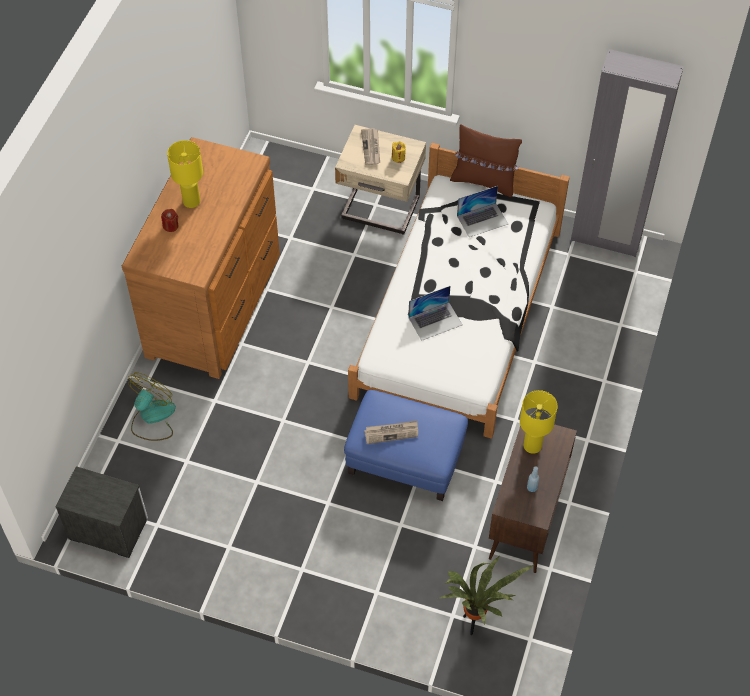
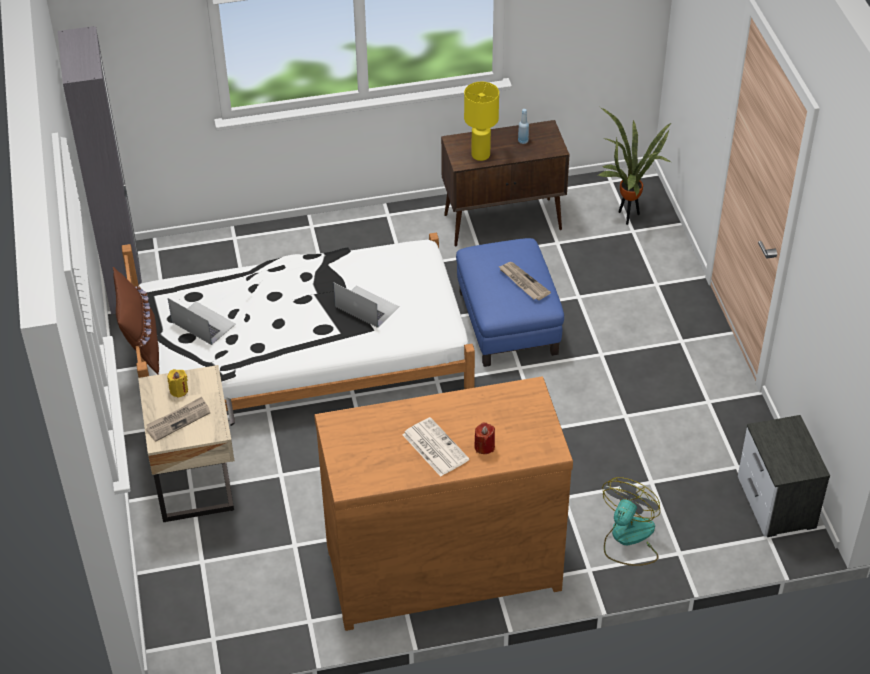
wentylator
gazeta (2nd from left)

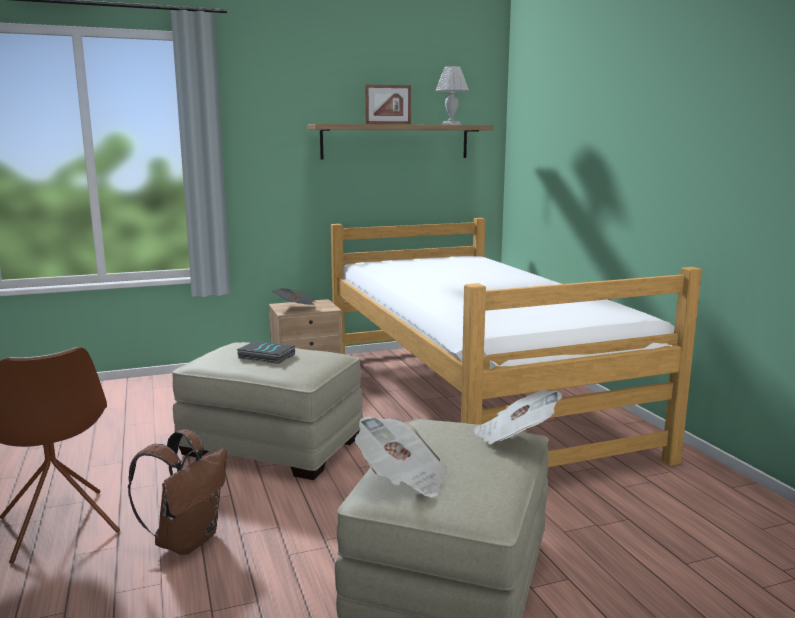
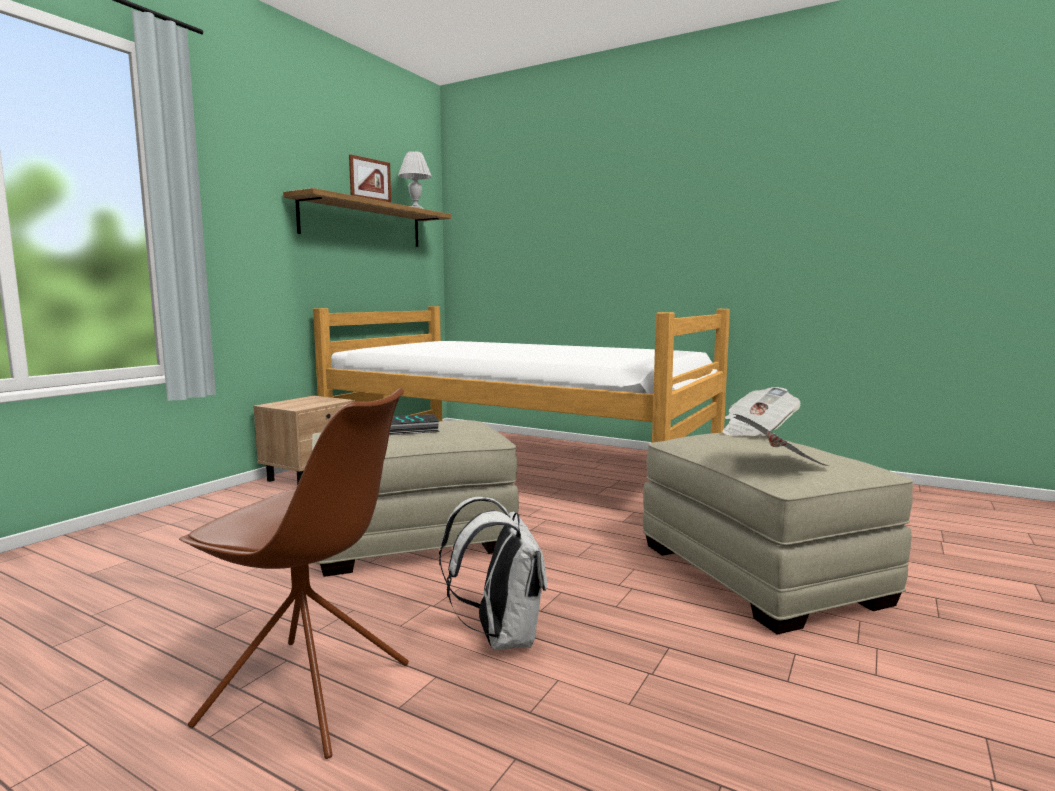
plecak (biały)
gazeta (1st from left in the first image)

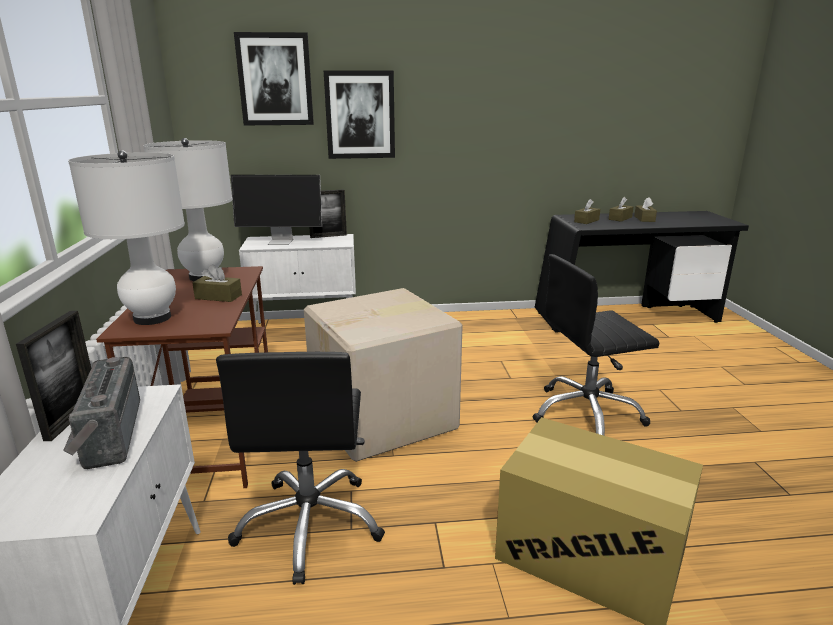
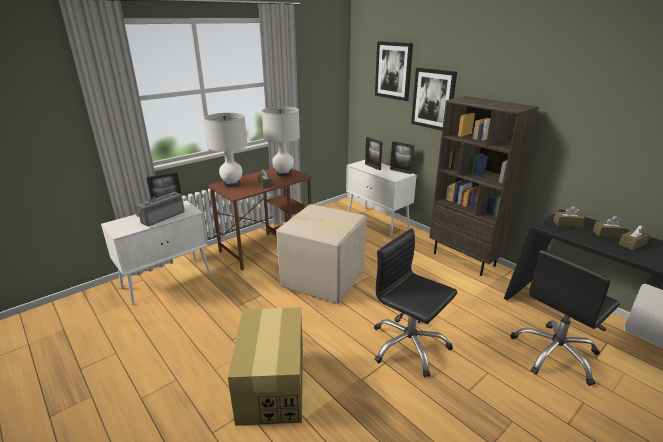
krzesło biurowe (czarny) (2nd from left)
ramka na zdjęcie (2nd from left)
regał (brązowy)

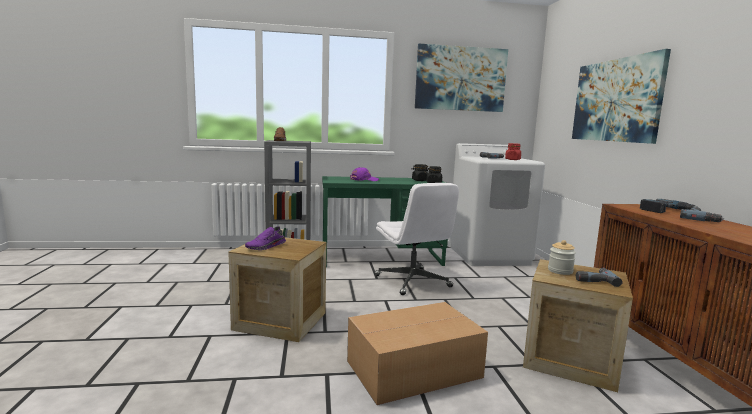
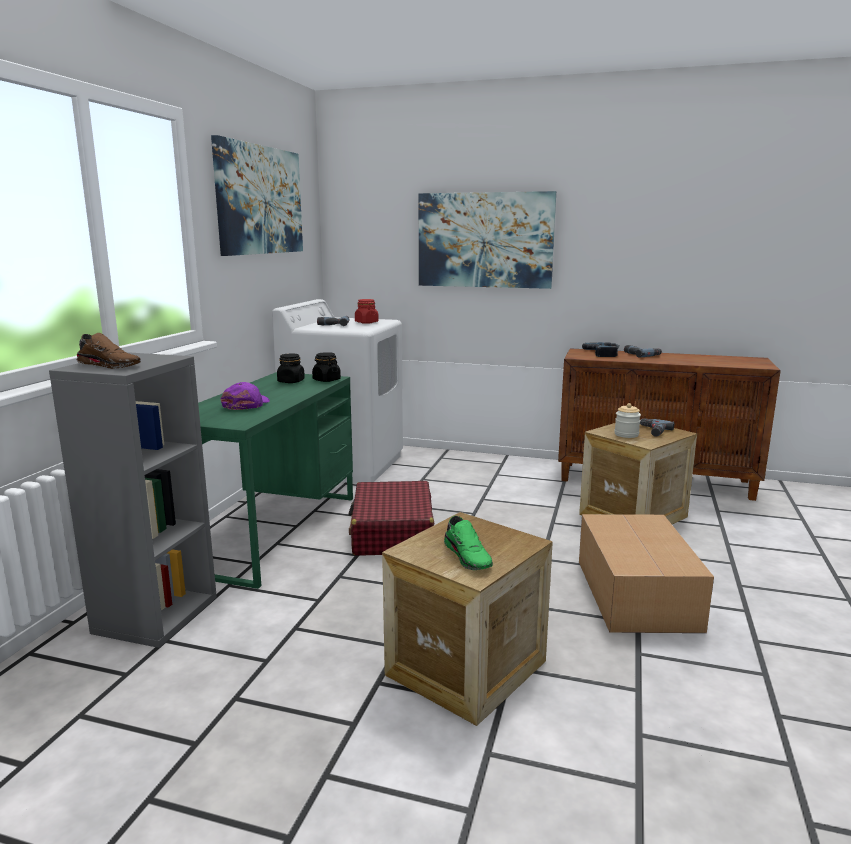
but (zielony)
walizka (czerwony)

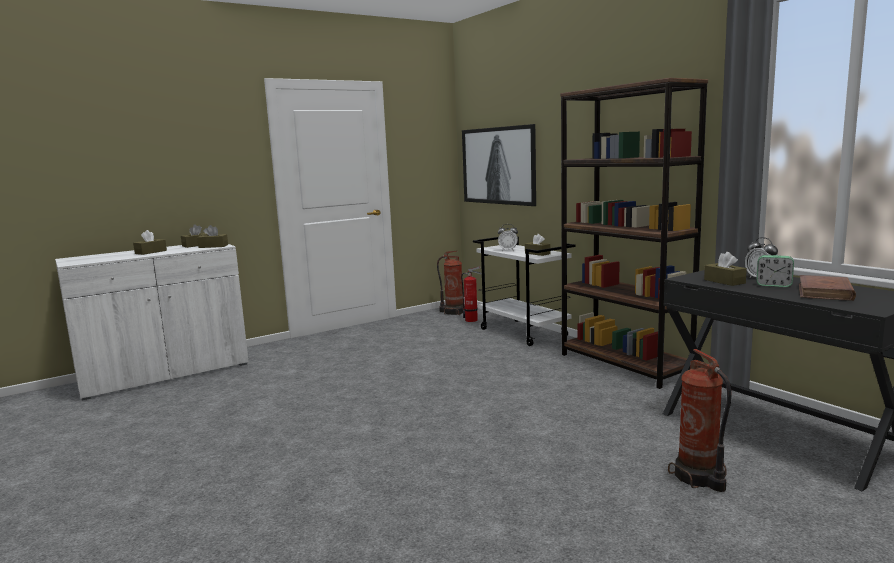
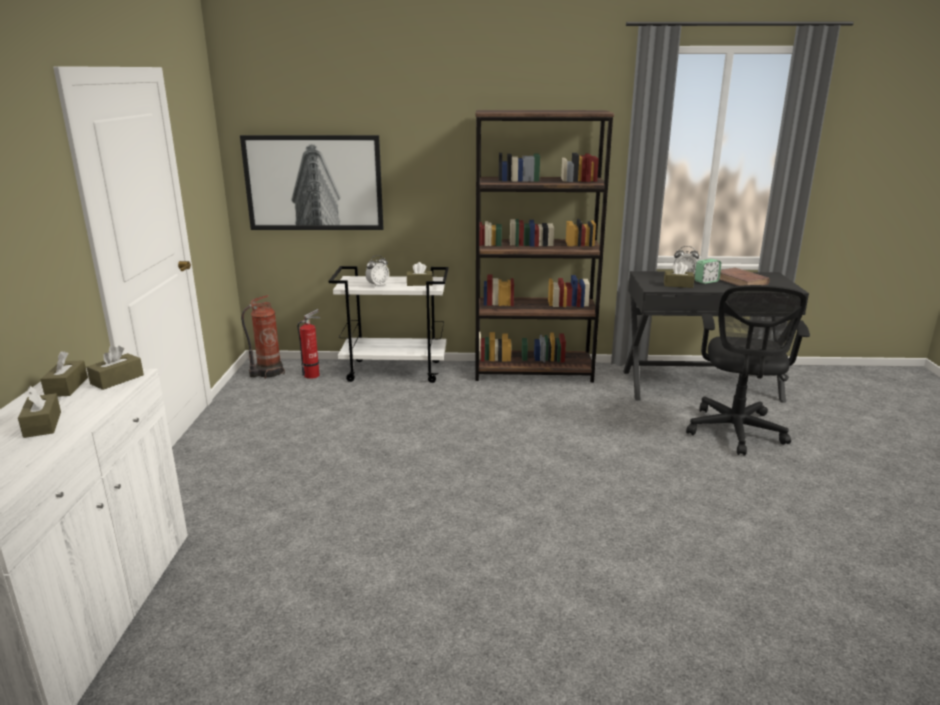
krzesło biurowe (czarny)

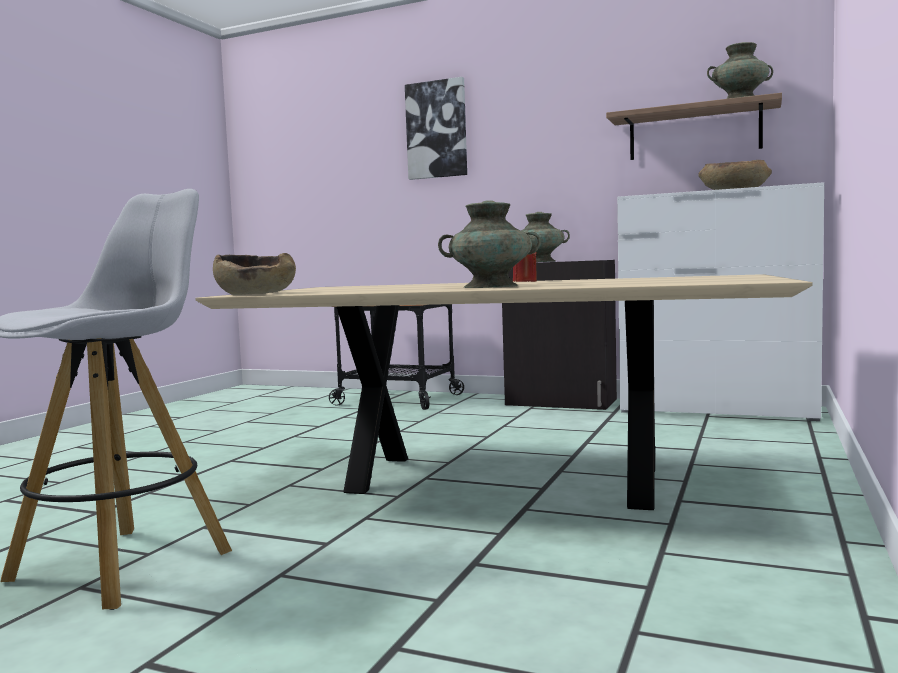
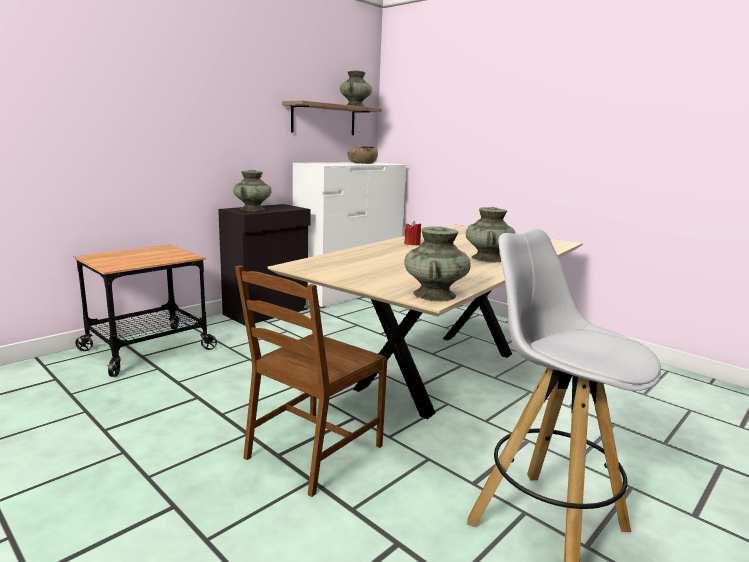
wazon (turkusowy) (3rd from left)
obraz
krzesło (brązowy)

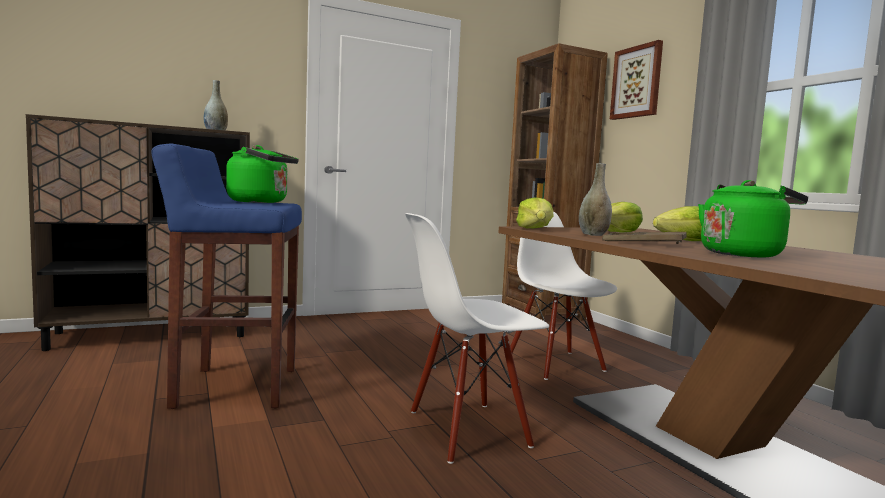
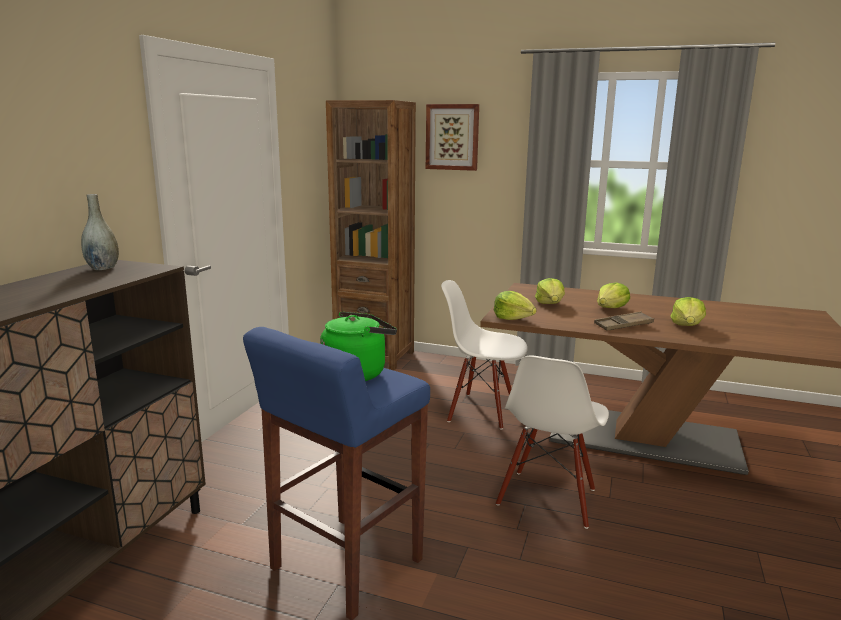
wazon (szary) (2nd from left in the first image)
sałata (4th from left)

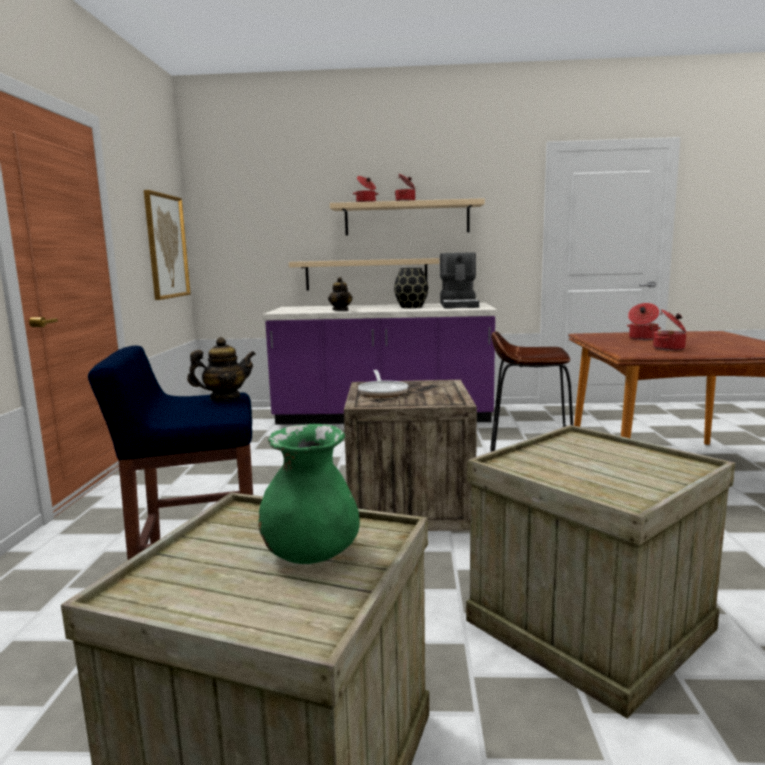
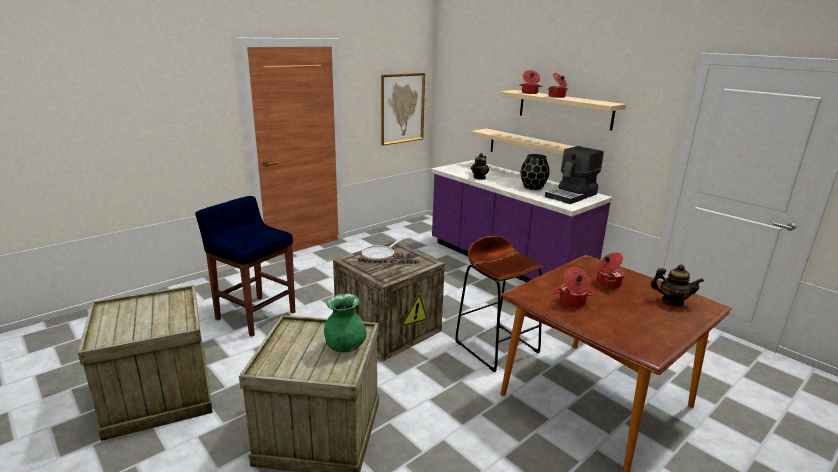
imbryk (2nd from left)
wazon (zielony)

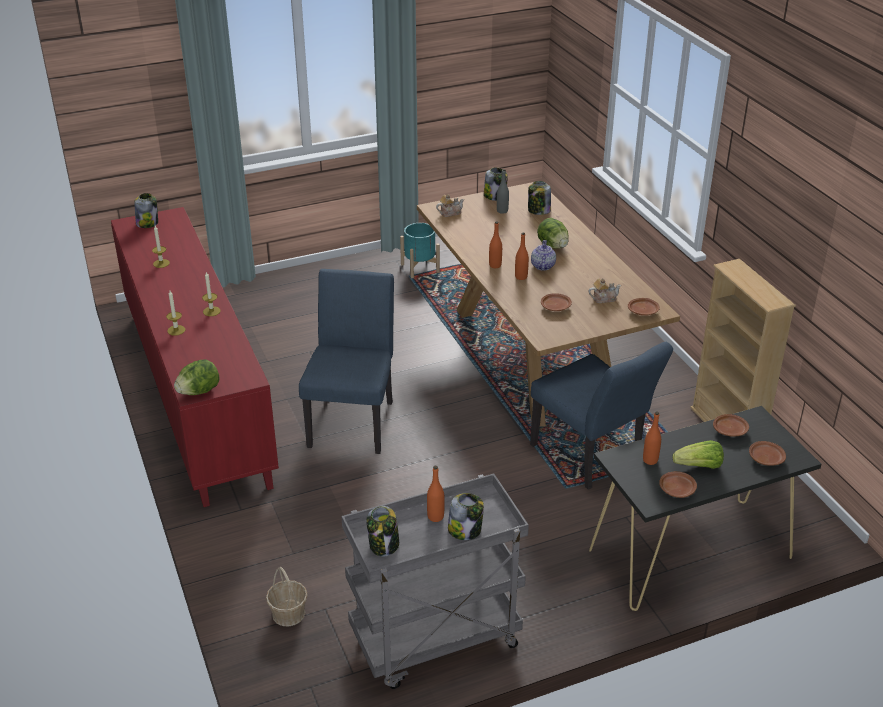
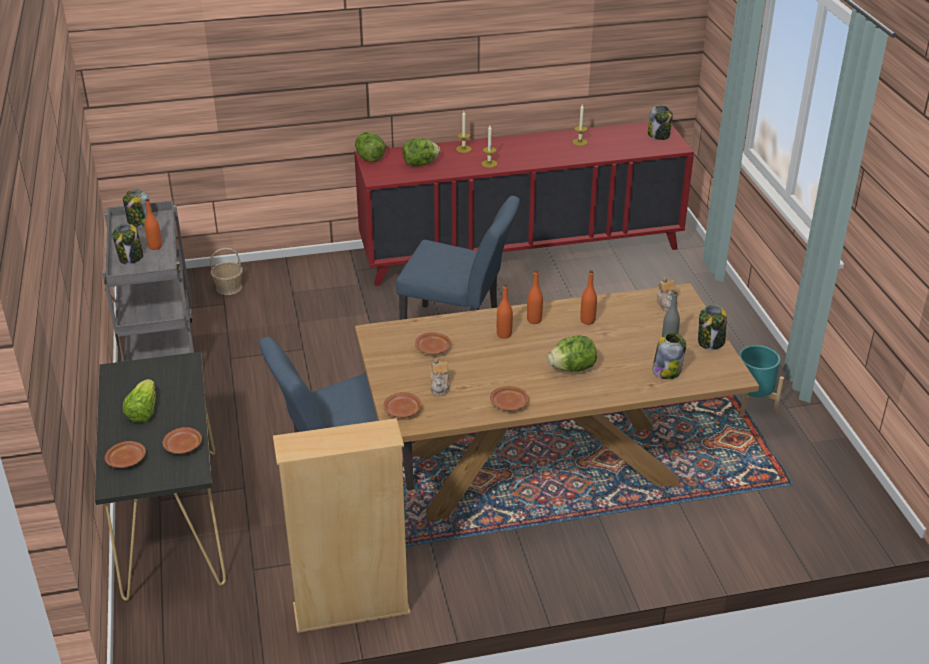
imbryk (2nd from left in the first image)
butelka (pomarańczowy) (4th from left)
talerz (brązowy) (5th from left)
sałata (3rd from left)

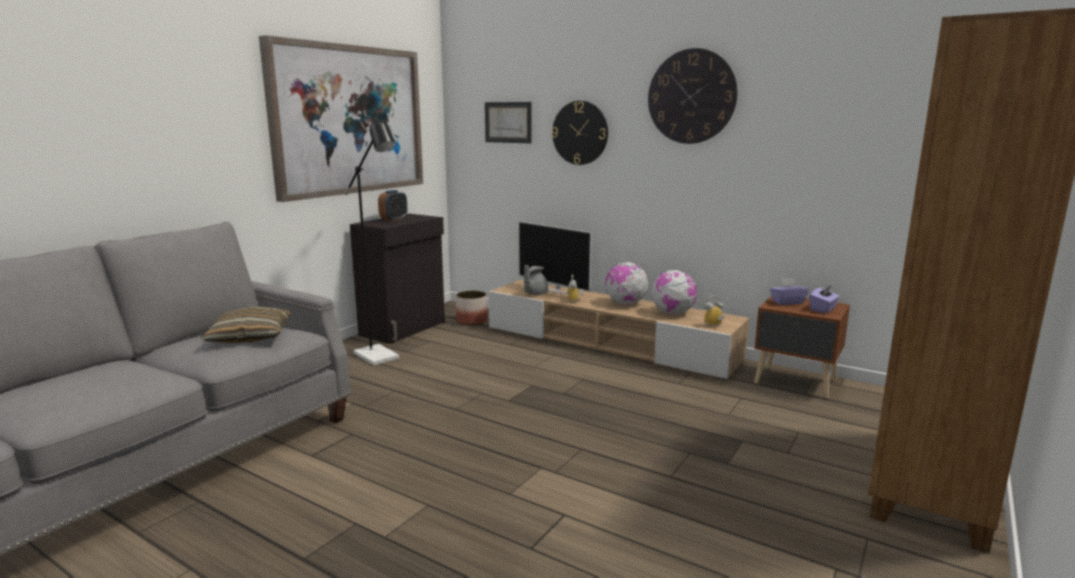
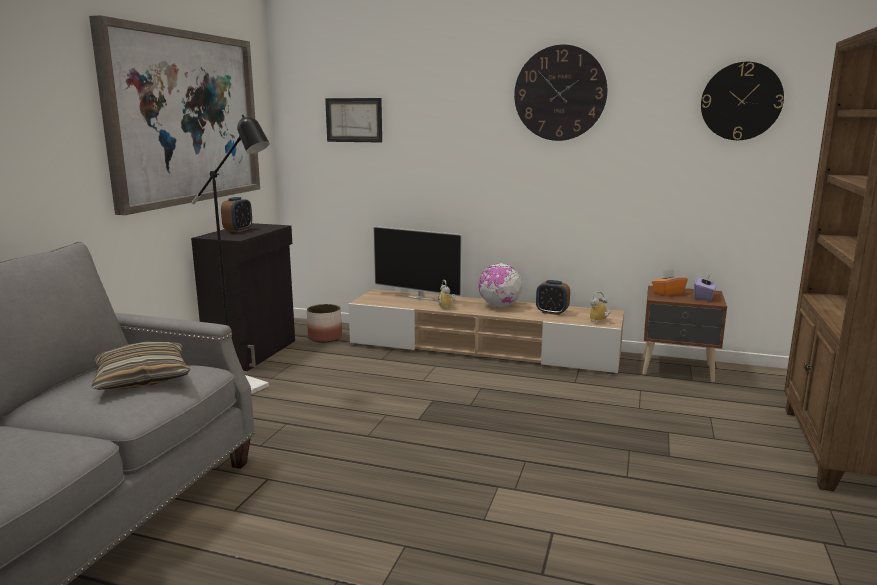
imbryk (szary)
zegar ścienny (2nd from left)
budzik (3rd from left)
pudełko chusteczek (pomarańczowy)

